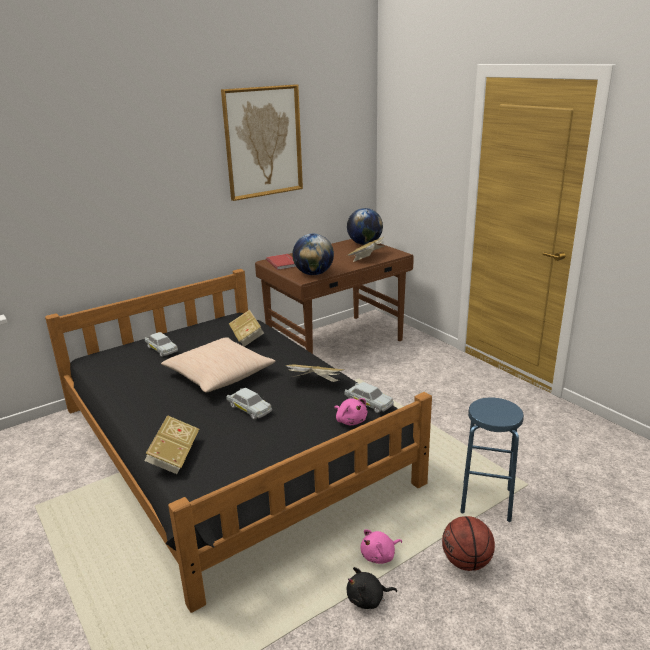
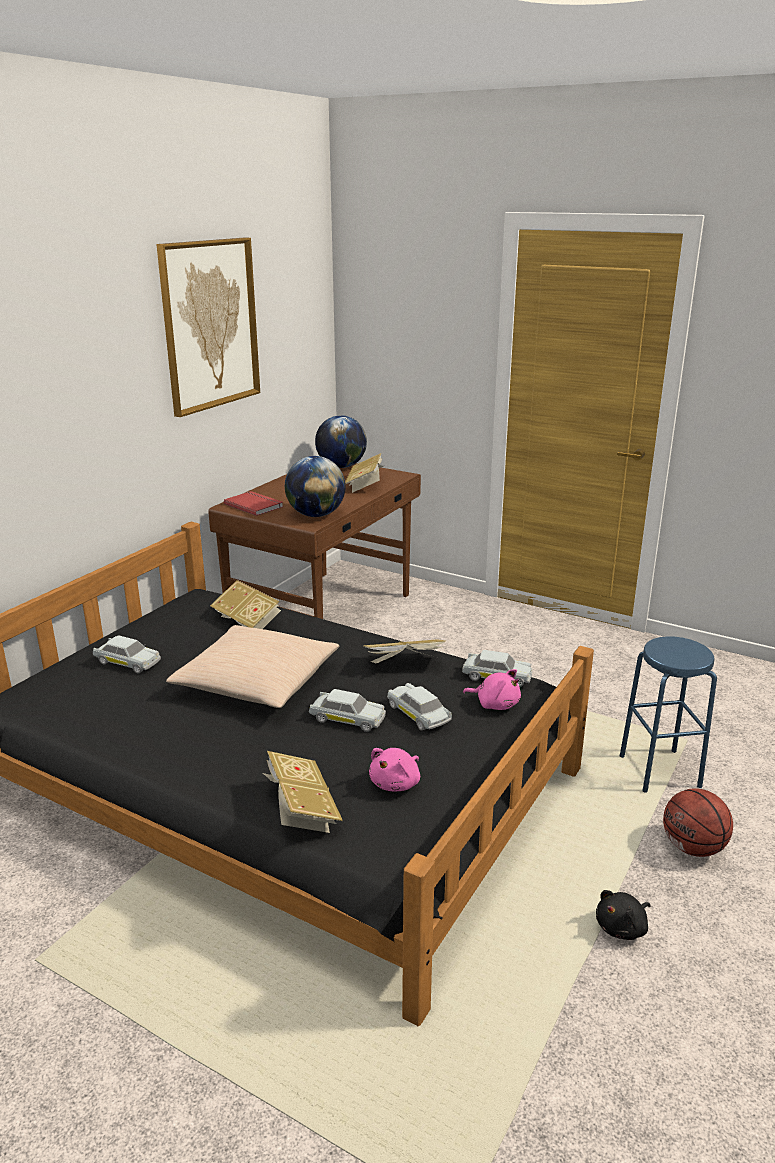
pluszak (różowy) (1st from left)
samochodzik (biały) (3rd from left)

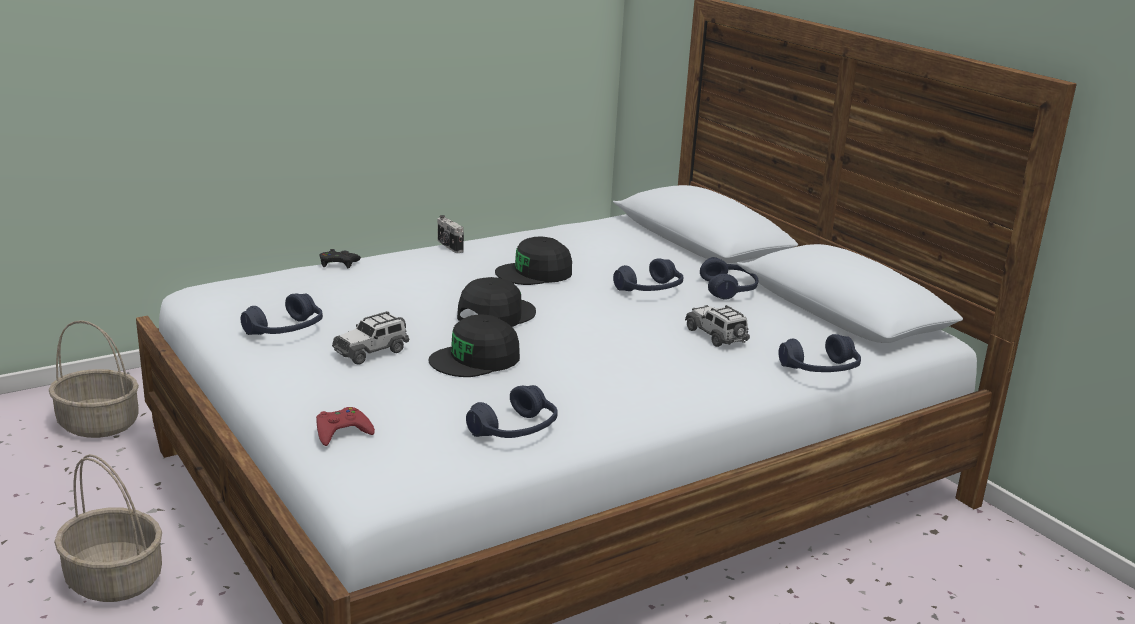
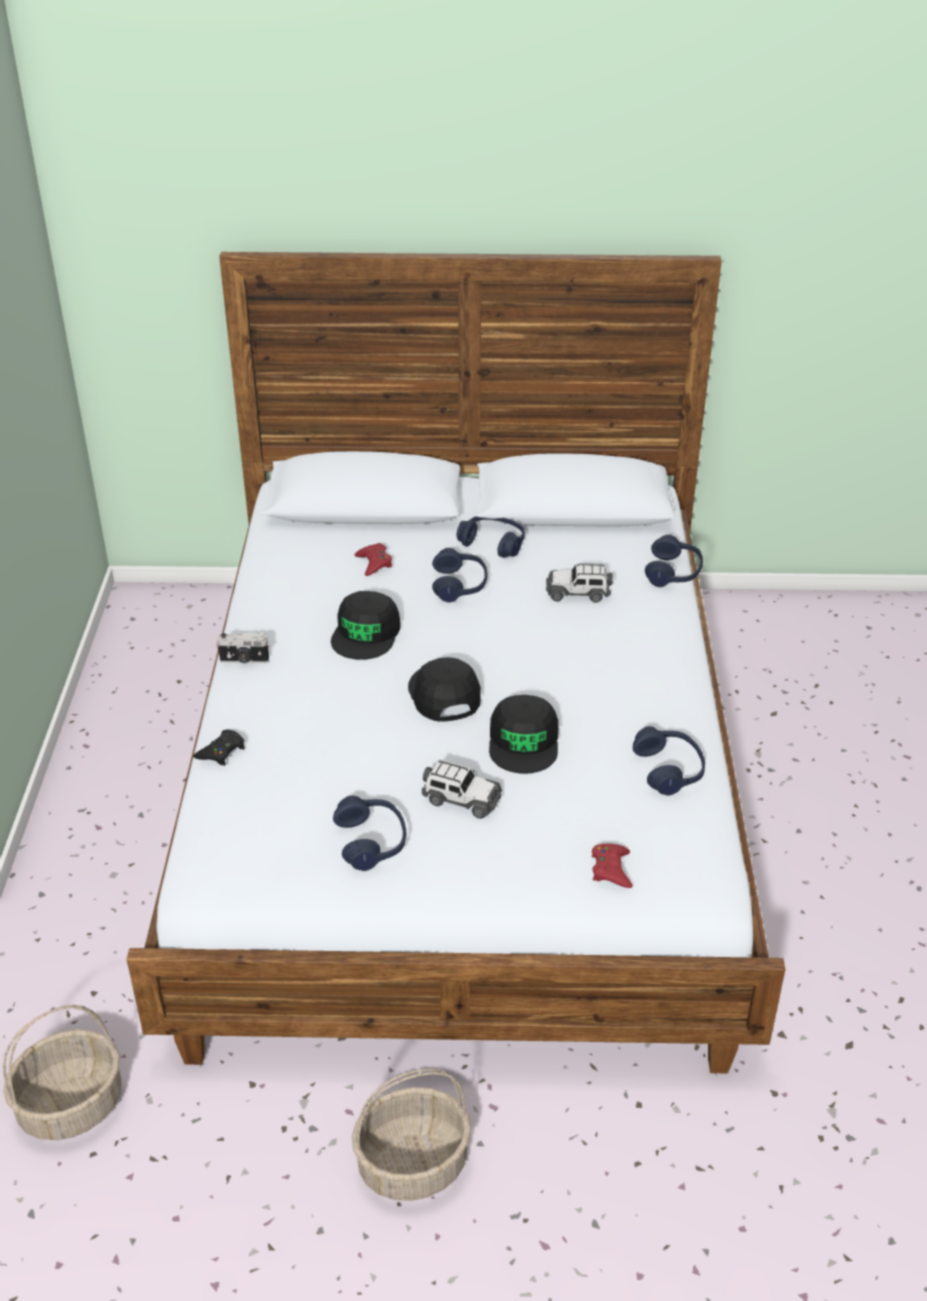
samochodzik (1st from left)
pad do gier (czerwony) (1st from left)

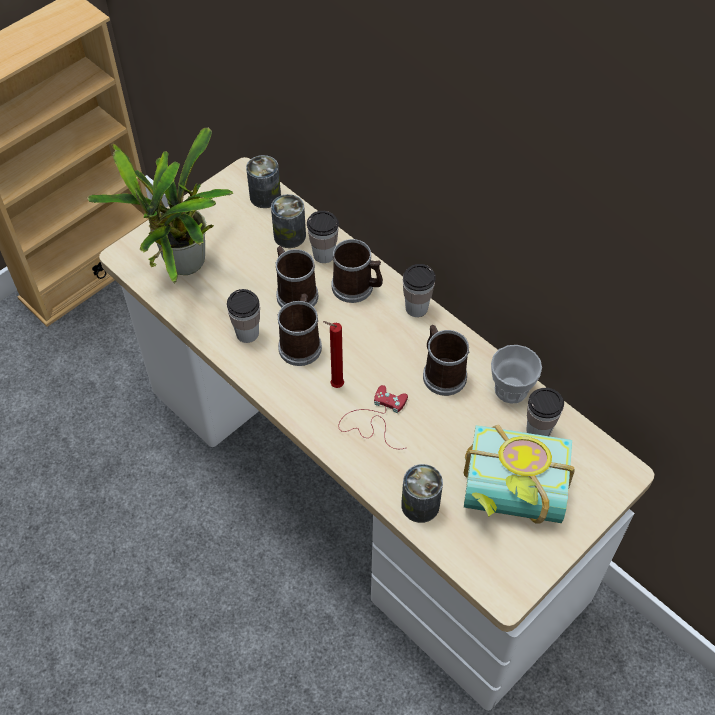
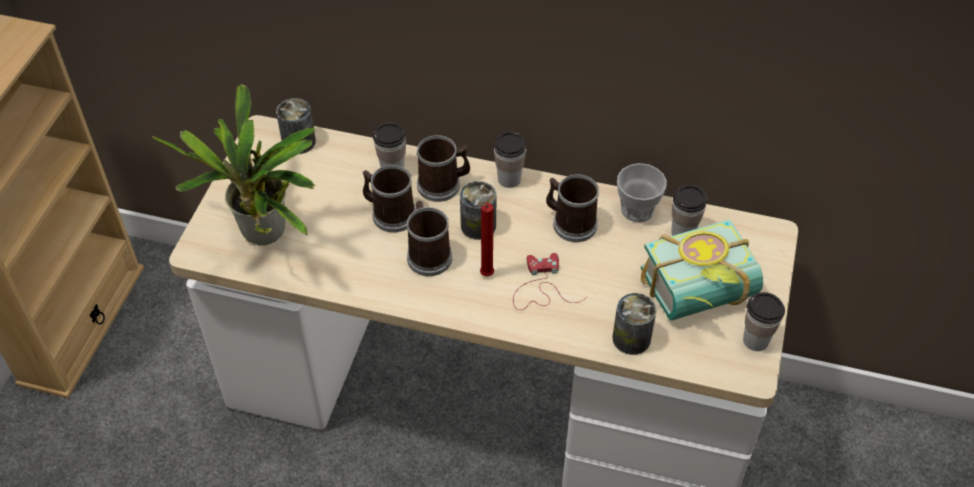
filiżanka (5th from left)
puszka (2nd from left)

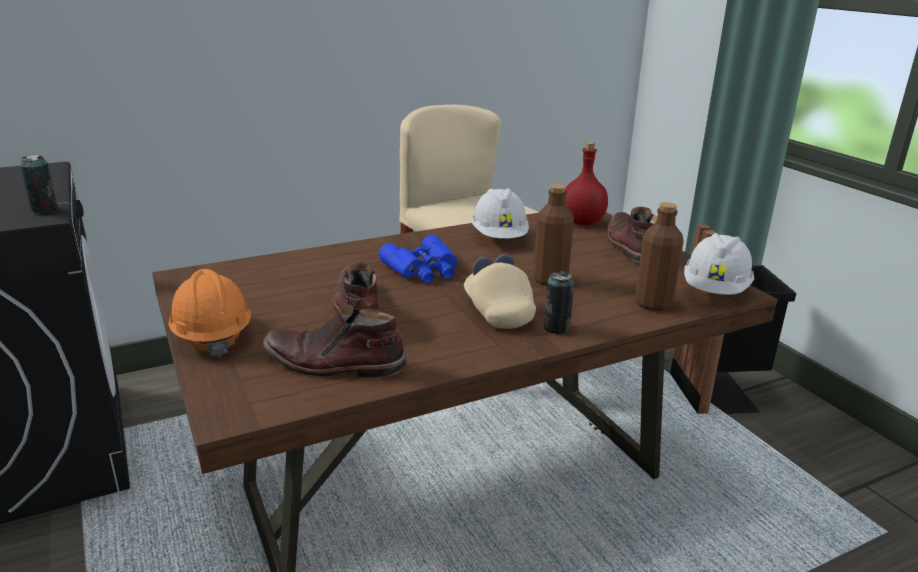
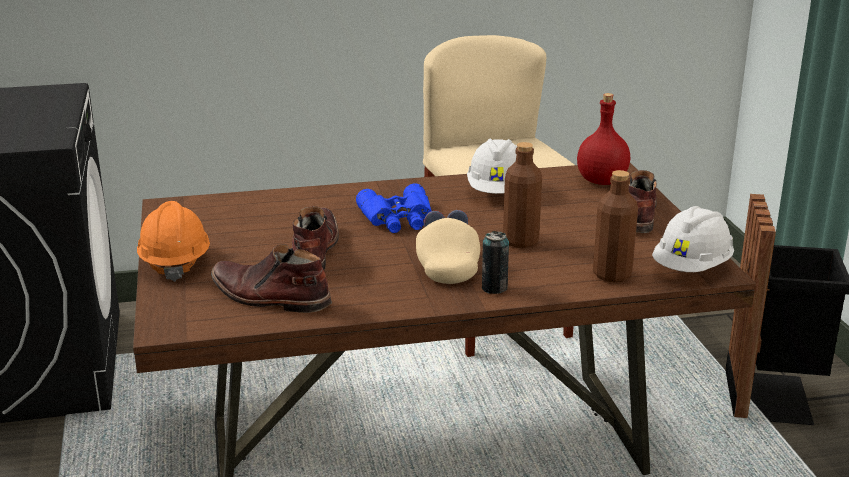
puszka (1st from left in the first image)

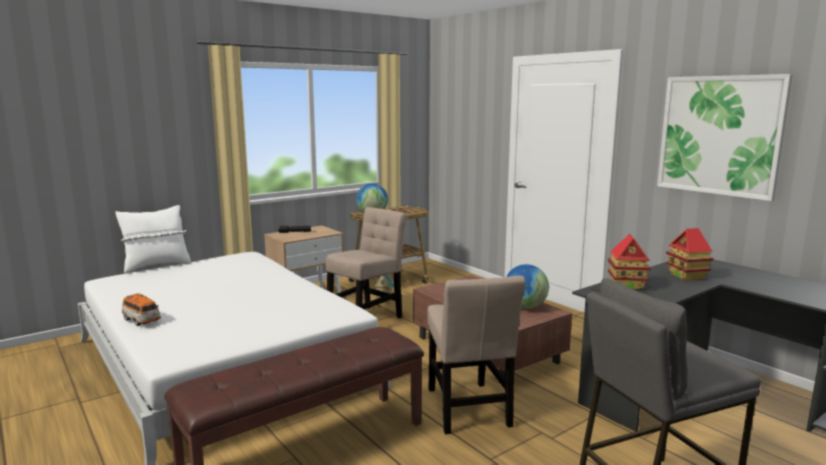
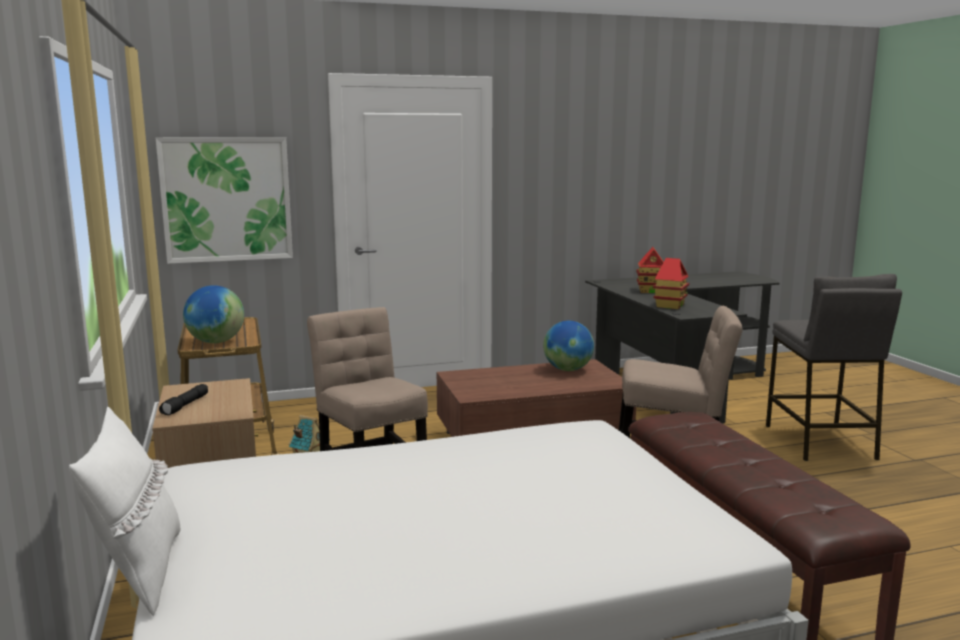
samochodzik
obraz

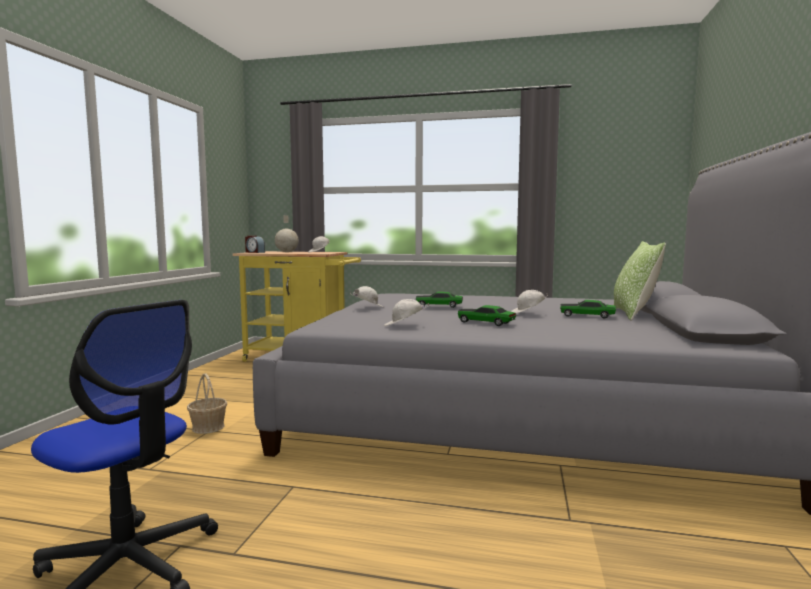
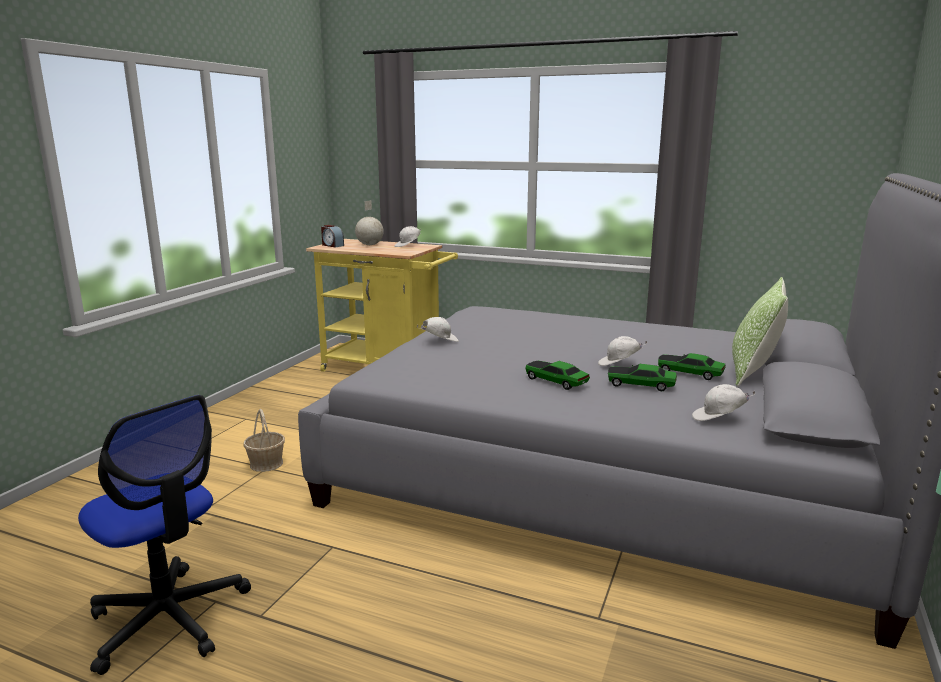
czapka z daszkiem (biały) (4th from left)
samochodzik (2nd from left)

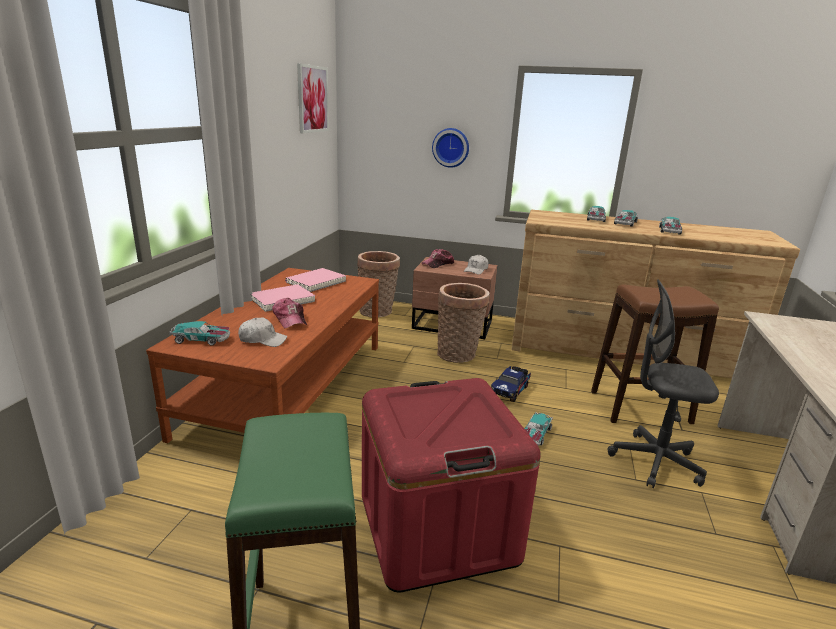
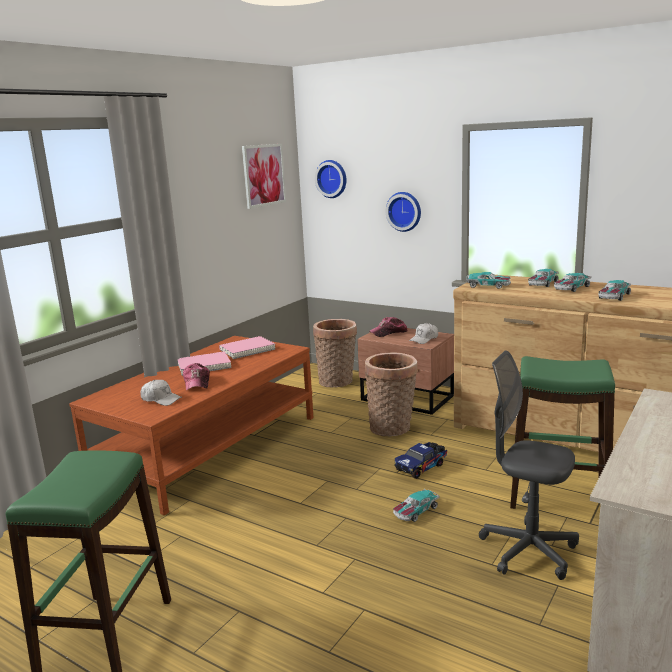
samochodzik (2nd from left)
pojemnik do przechowywania (czerwony)
stołek (zielony) (2nd from left)
zegar ścienny (1st from left)

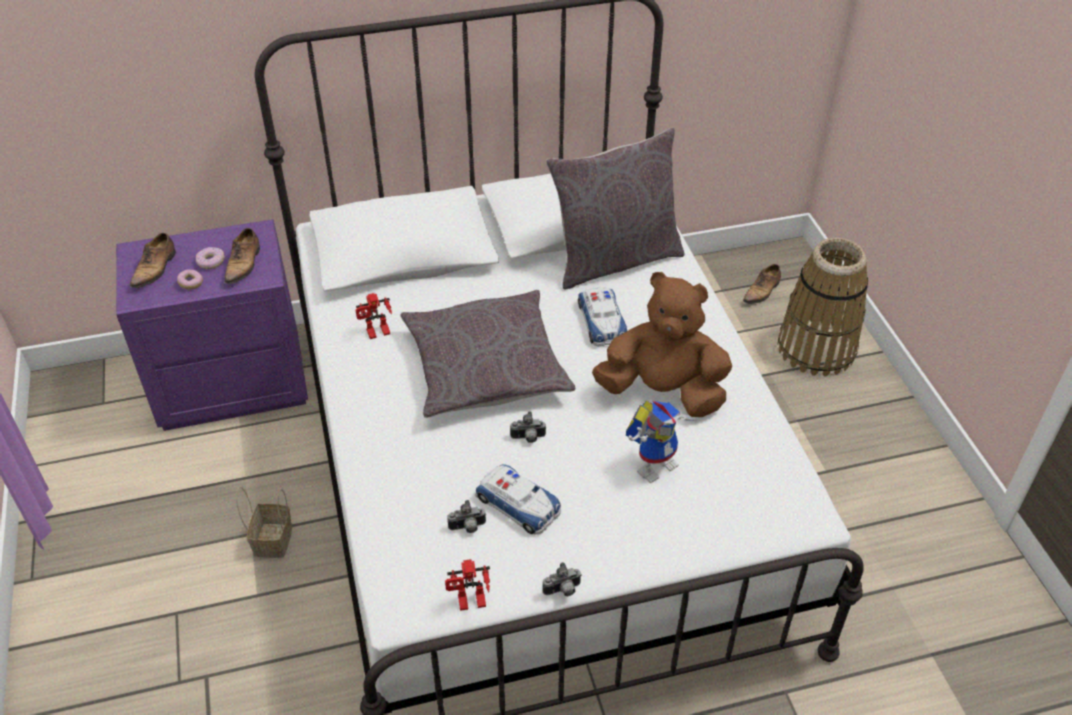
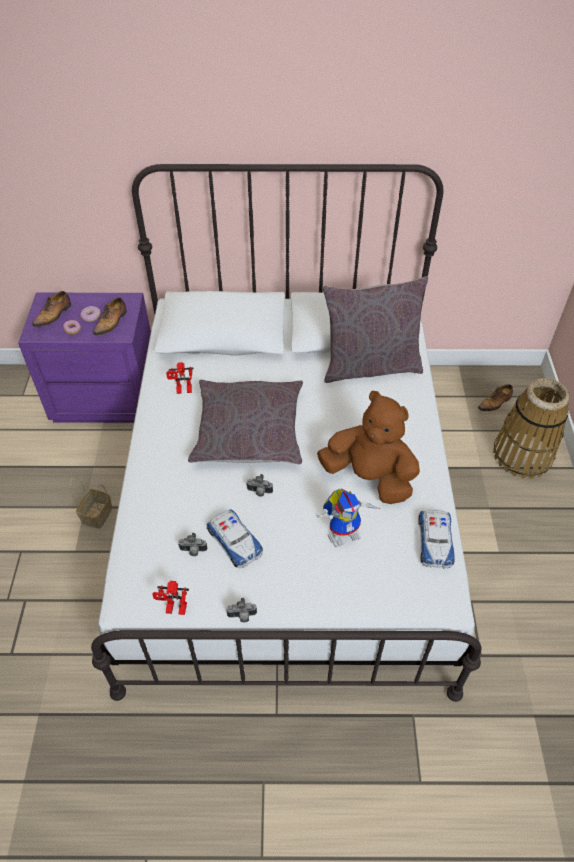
samochodzik (2nd from left)

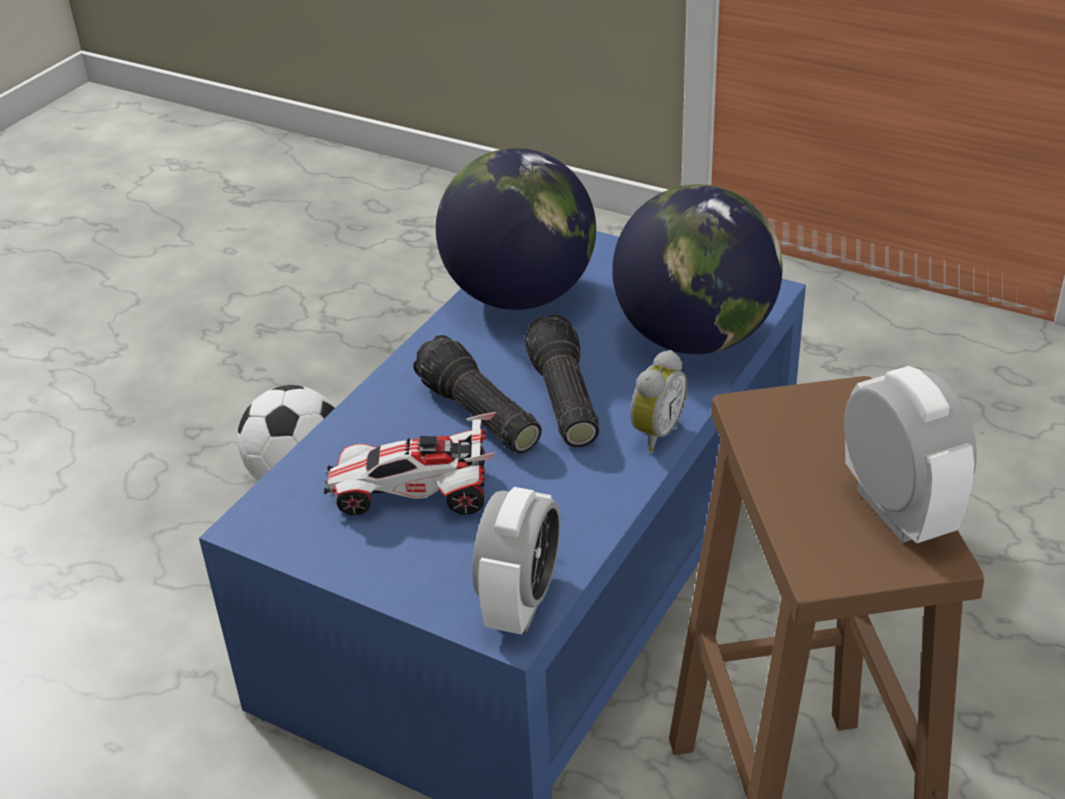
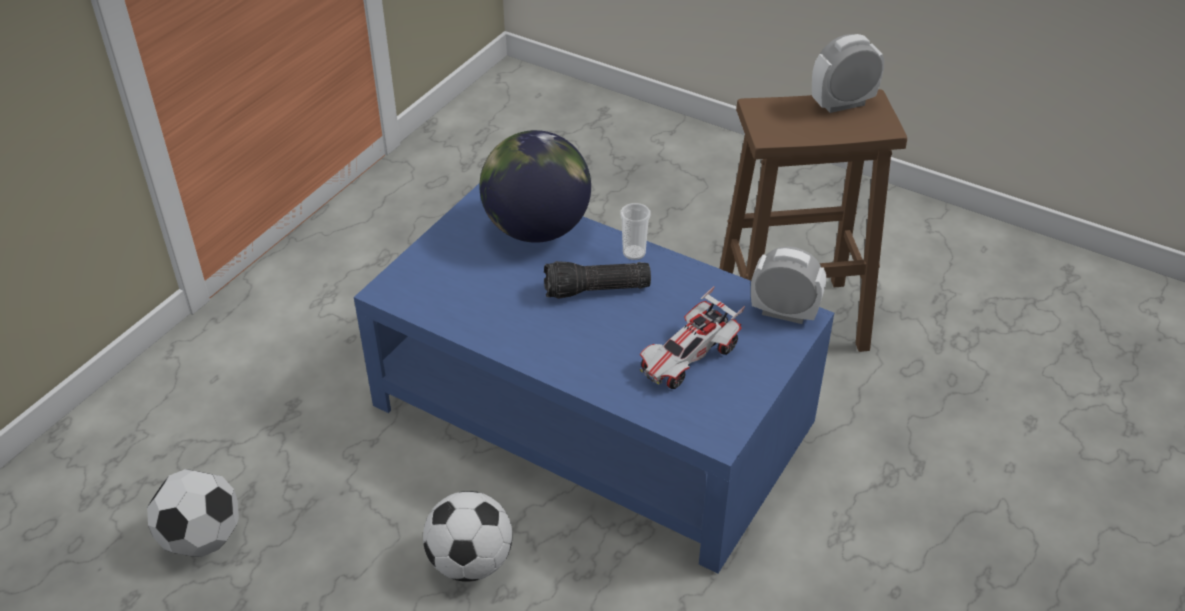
samochodzik
latarka (1st from left in the first image)
globus (1st from left in the first image)
filiżanka
piłka futbolowa (1st from left)

